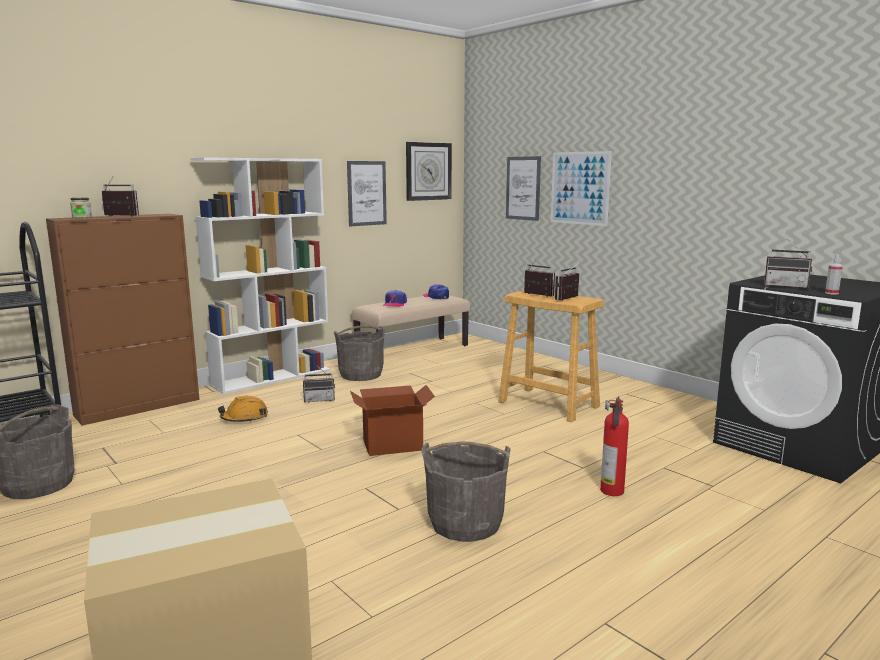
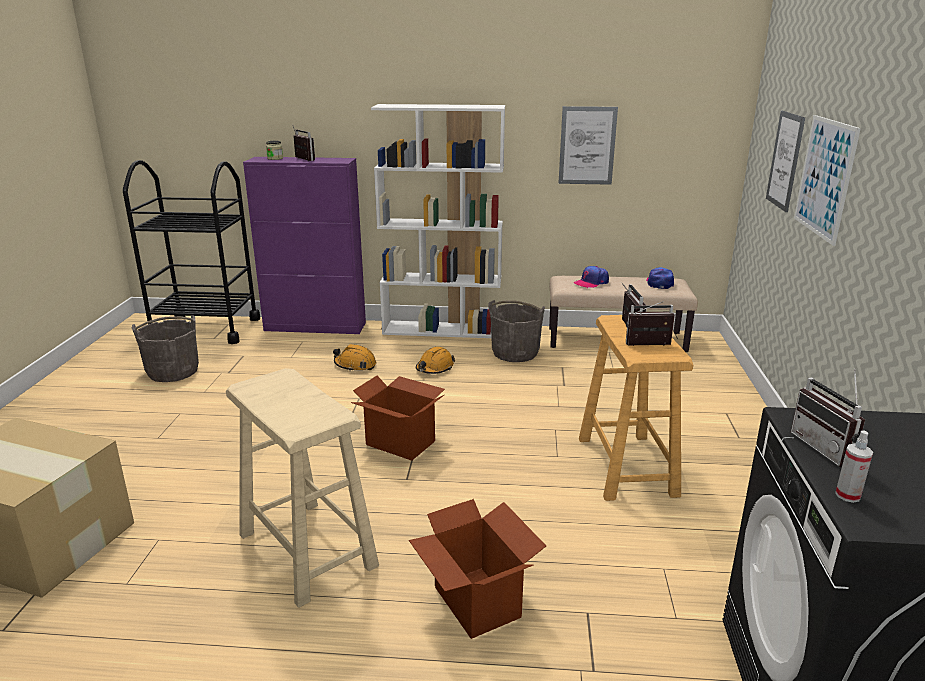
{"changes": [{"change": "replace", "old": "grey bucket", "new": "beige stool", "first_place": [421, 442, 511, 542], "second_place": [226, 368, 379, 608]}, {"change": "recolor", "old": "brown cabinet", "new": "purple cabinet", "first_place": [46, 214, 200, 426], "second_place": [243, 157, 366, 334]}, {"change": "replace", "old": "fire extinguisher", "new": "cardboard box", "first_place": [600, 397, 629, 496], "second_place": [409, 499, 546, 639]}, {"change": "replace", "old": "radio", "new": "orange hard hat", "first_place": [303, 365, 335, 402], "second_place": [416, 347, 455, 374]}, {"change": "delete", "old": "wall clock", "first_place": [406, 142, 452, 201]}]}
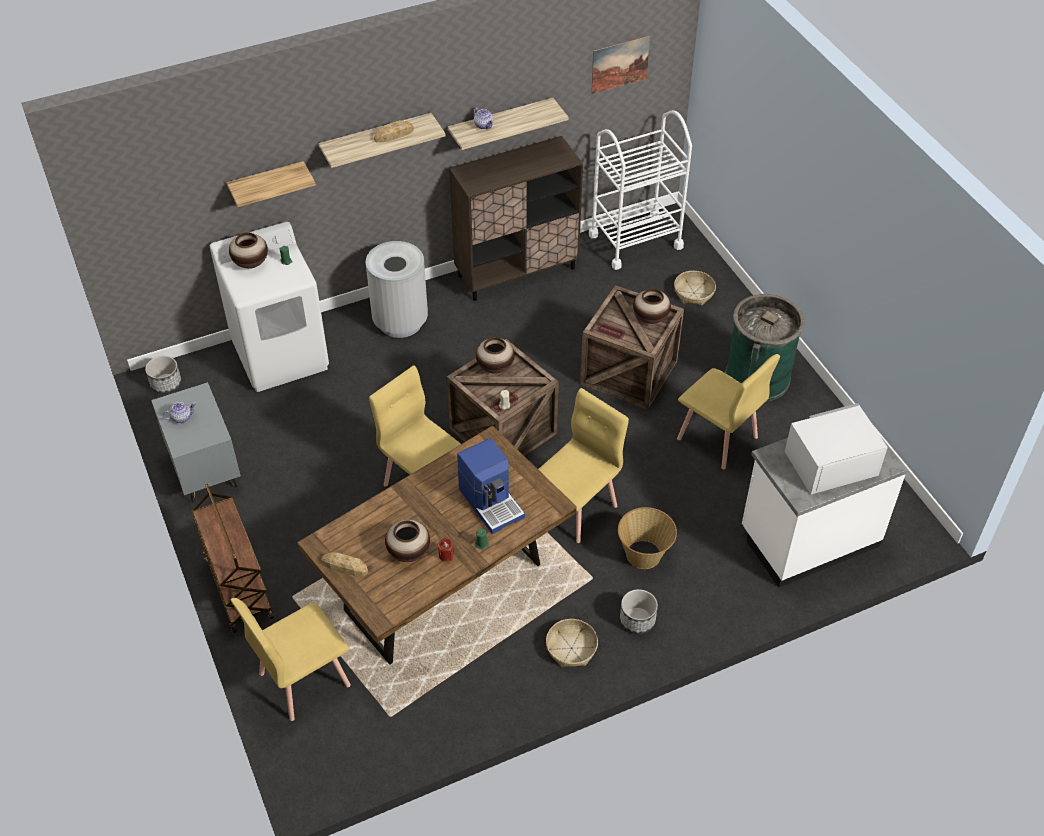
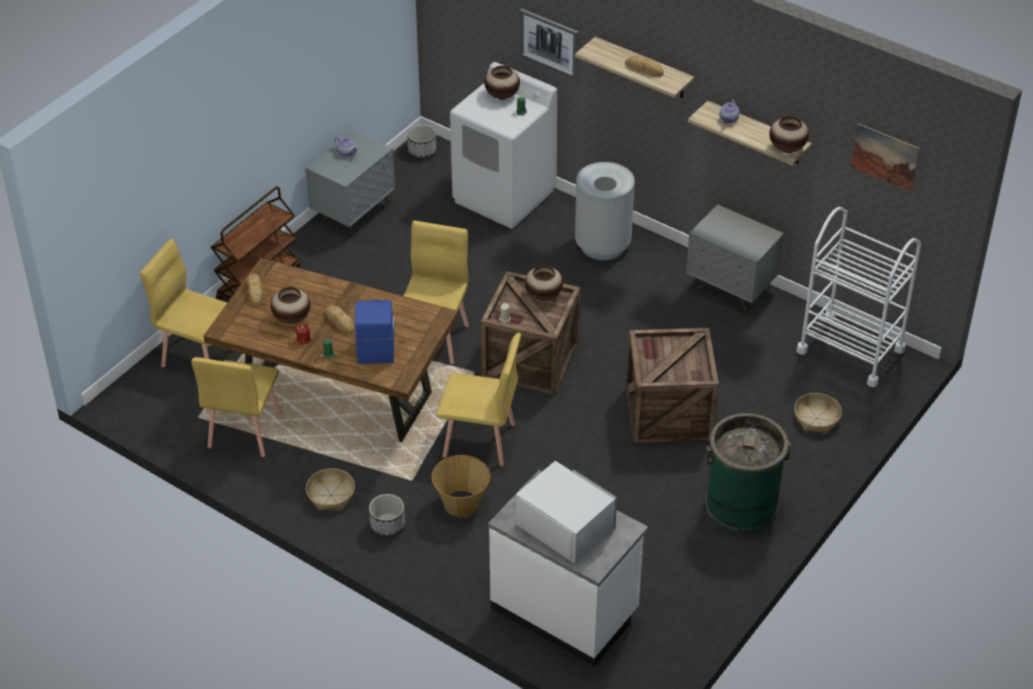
{"changes": [{"change": "move", "old": "yellow chair", "first_place": [677, 354, 780, 469], "second_place": [191, 357, 282, 457]}, {"change": "insert", "new": "bread", "second_place": [325, 305, 354, 334]}, {"change": "rotate", "old": "coffee machine", "first_place": [457, 438, 525, 534], "second_place": [355, 299, 395, 364], "degrees": 150}, {"change": "replace", "old": "shelf", "new": "picture", "first_place": [227, 161, 316, 207], "second_place": [520, 8, 578, 80]}, {"change": "replace", "old": "brown cabinet", "new": "grey nightstand", "first_place": [449, 136, 583, 301], "second_place": [686, 204, 784, 313]}, {"change": "move", "old": "vase", "first_place": [633, 289, 671, 324], "second_place": [769, 116, 809, 153]}]}
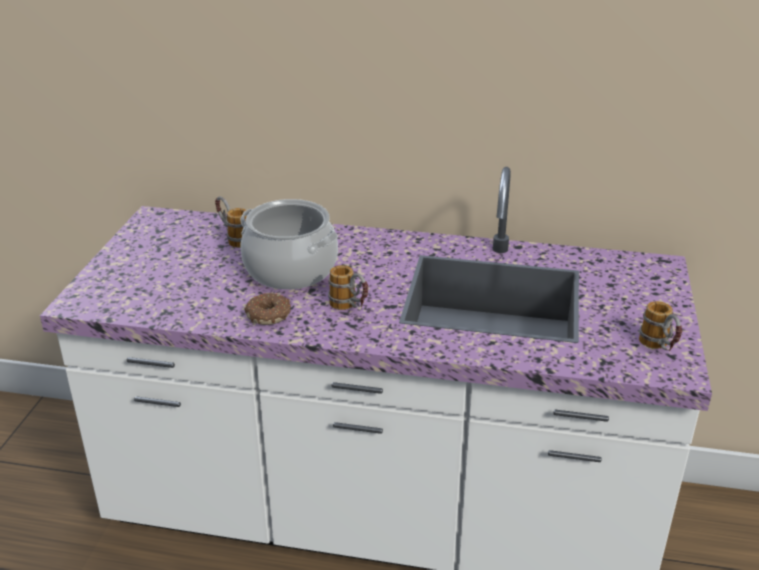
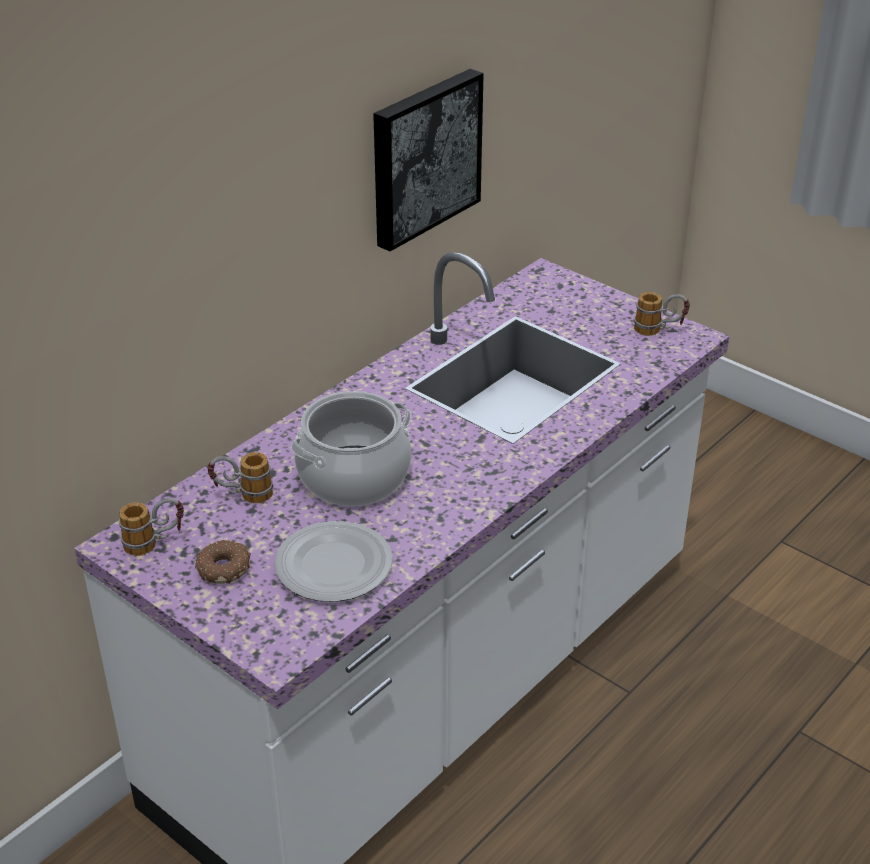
{"changes": [{"change": "move", "old": "mug", "first_place": [328, 265, 368, 310], "second_place": [119, 498, 184, 556]}, {"change": "move", "old": "donut", "first_place": [244, 293, 291, 325], "second_place": [195, 540, 251, 584]}, {"change": "insert", "new": "plate", "second_place": [274, 521, 393, 602]}, {"change": "insert", "new": "picture", "second_place": [373, 69, 484, 251]}]}
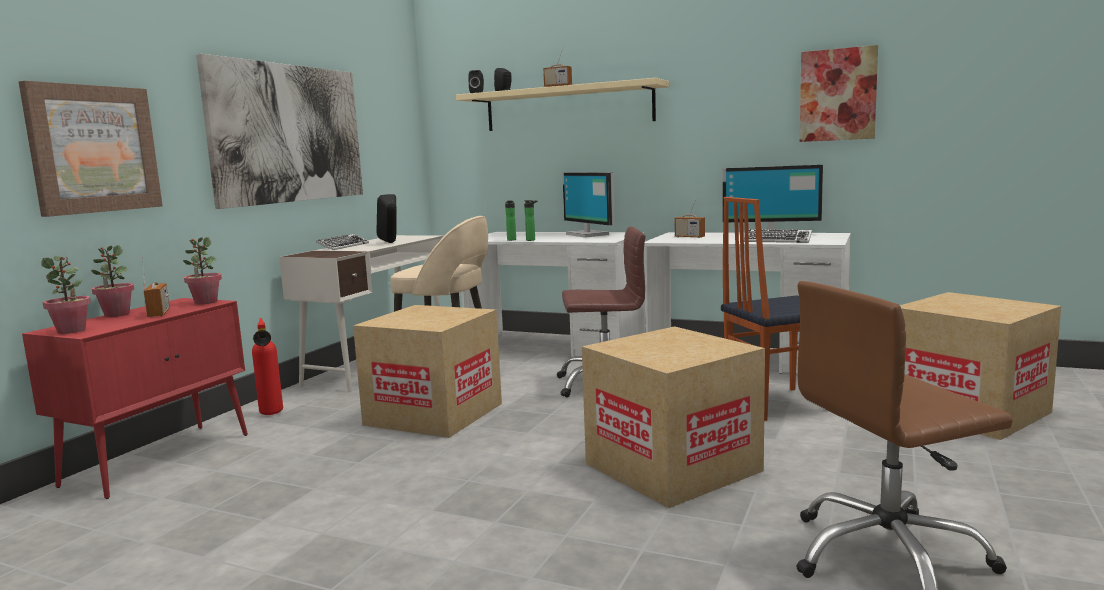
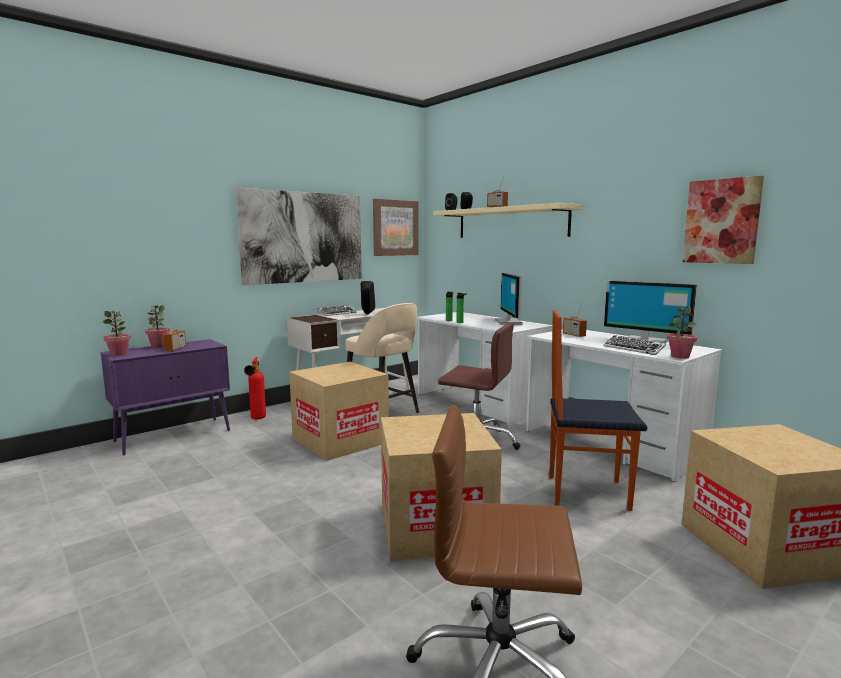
{"changes": [{"change": "recolor", "old": "red cabinet", "new": "purple cabinet", "first_place": [22, 298, 248, 499], "second_place": [101, 339, 230, 455]}, {"change": "move", "old": "picture", "first_place": [19, 81, 163, 217], "second_place": [373, 199, 419, 256]}, {"change": "move", "old": "potted plant", "first_place": [183, 237, 222, 305], "second_place": [667, 306, 697, 359]}]}
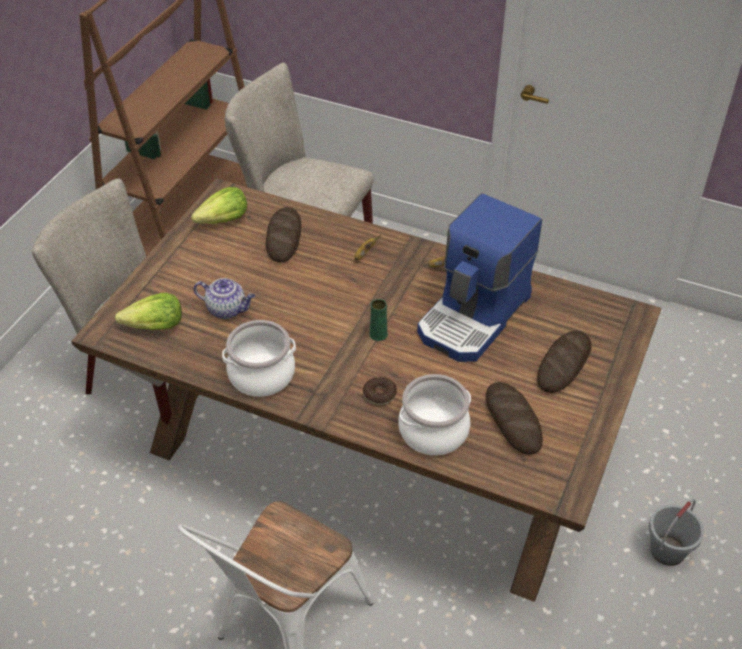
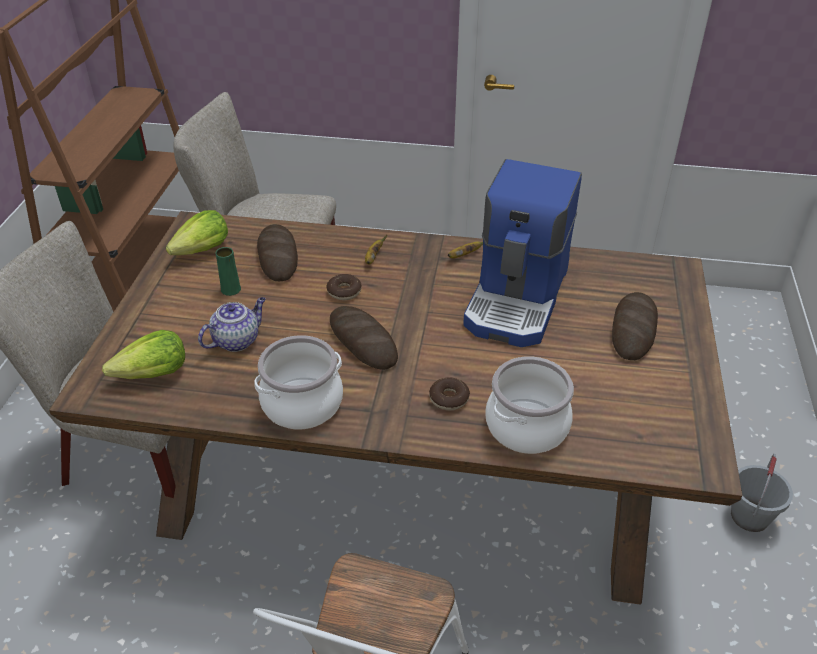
{"changes": [{"change": "rotate", "old": "teapot", "first_place": [194, 278, 255, 319], "second_place": [198, 297, 266, 352], "degrees": -45}, {"change": "move", "old": "green vase", "first_place": [369, 299, 388, 341], "second_place": [216, 247, 241, 296]}, {"change": "insert", "new": "donut", "second_place": [326, 274, 362, 300]}, {"change": "move", "old": "bread", "first_place": [486, 382, 543, 455], "second_place": [330, 306, 398, 370]}]}
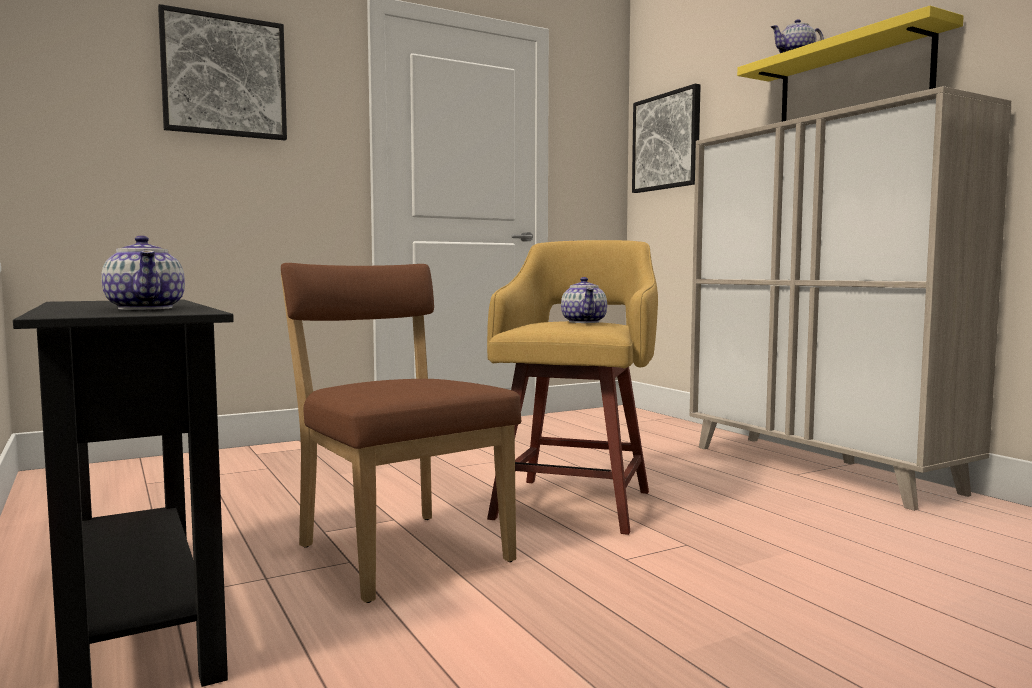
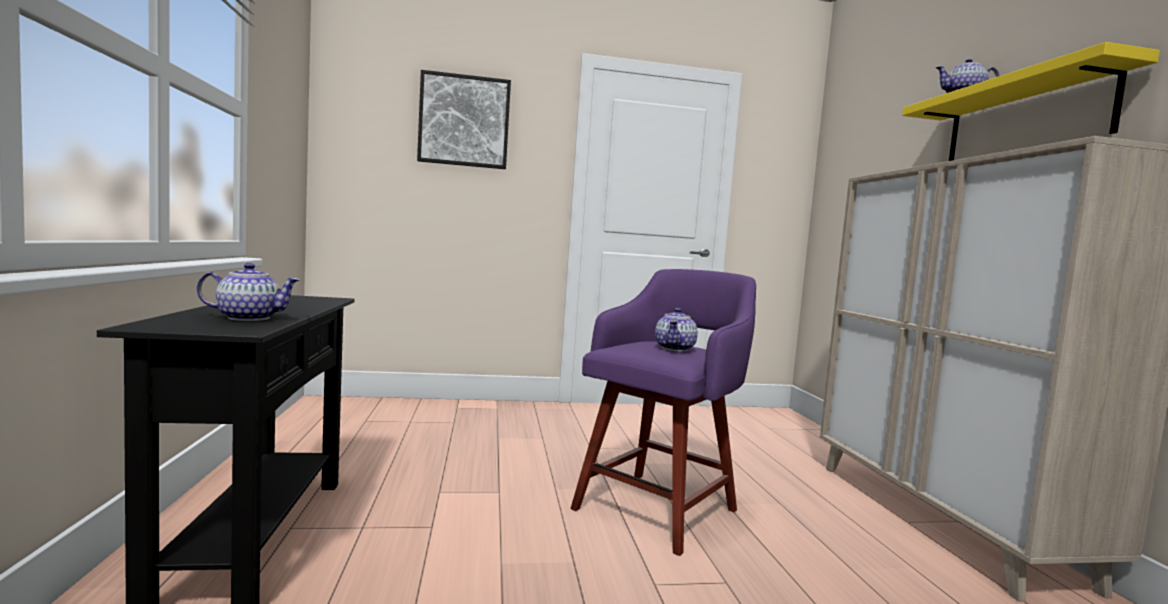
{"changes": [{"change": "rotate", "old": "teapot", "first_place": [101, 236, 185, 310], "second_place": [197, 263, 300, 321], "degrees": -90}, {"change": "recolor", "old": "yellow stool", "new": "purple stool", "first_place": [487, 240, 658, 535], "second_place": [571, 269, 756, 556]}, {"change": "delete", "old": "brown chair", "first_place": [281, 263, 521, 603]}, {"change": "delete", "old": "picture", "first_place": [632, 84, 701, 193]}]}
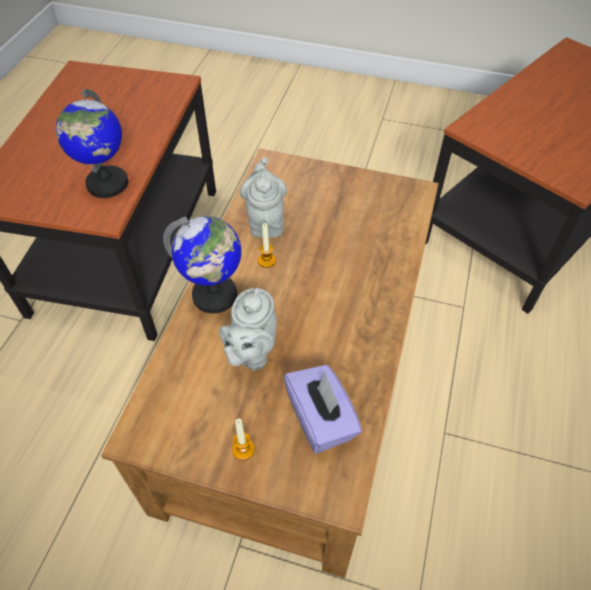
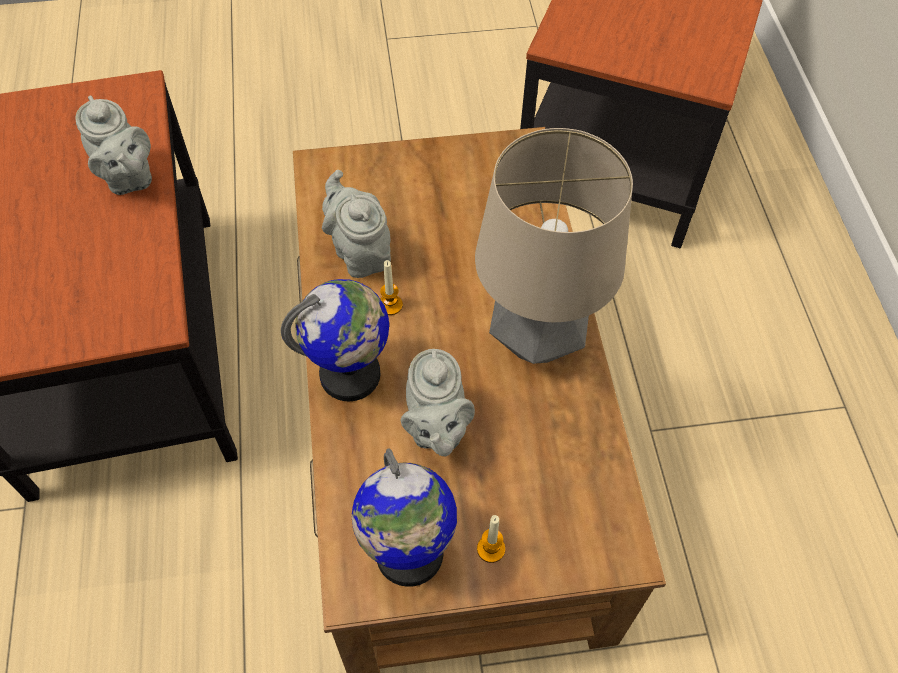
{"changes": [{"change": "insert", "new": "grey teapot", "second_place": [75, 95, 152, 195]}, {"change": "move", "old": "globe", "first_place": [56, 89, 128, 198], "second_place": [352, 448, 457, 587]}, {"change": "insert", "new": "table lamp", "second_place": [475, 128, 633, 364]}, {"change": "delete", "old": "purple tissue box", "first_place": [283, 365, 362, 454]}]}
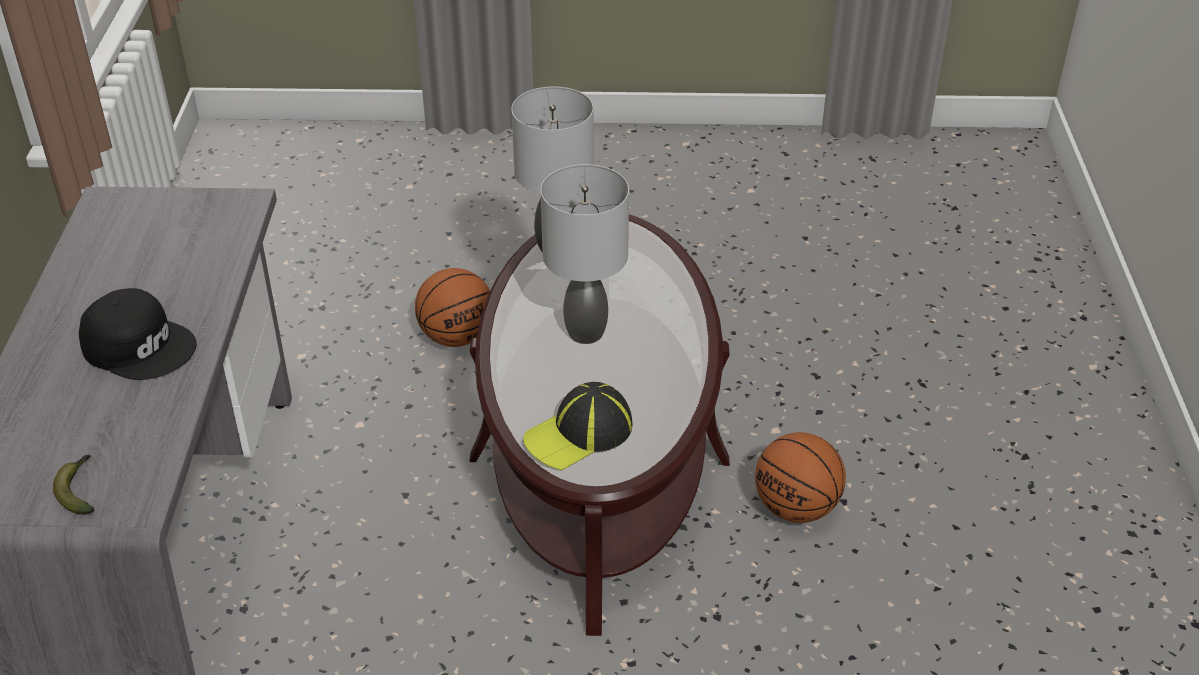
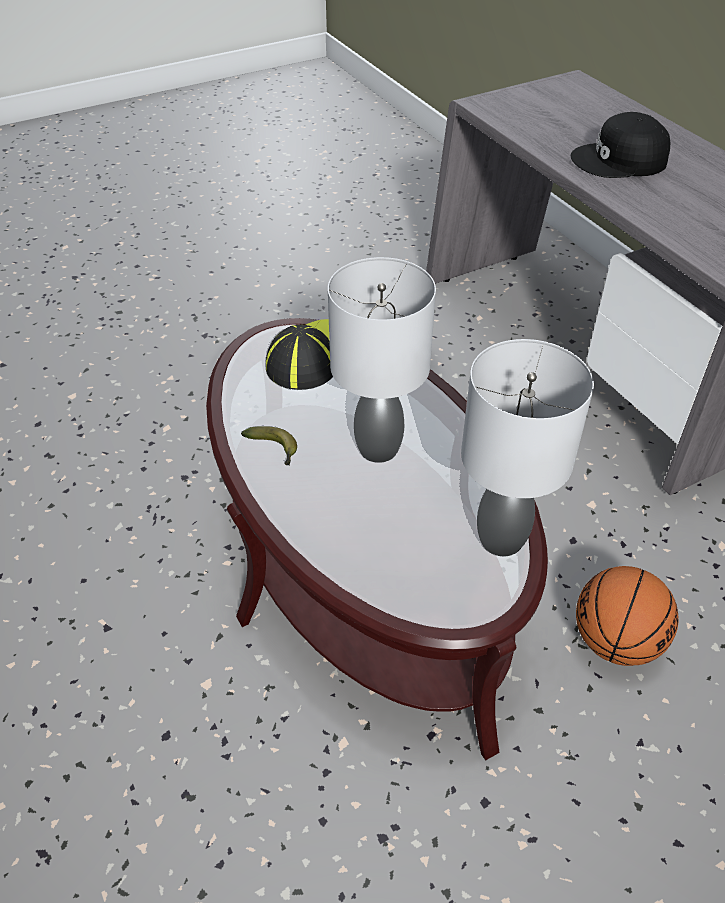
{"changes": [{"change": "move", "old": "banana", "first_place": [53, 455, 94, 515], "second_place": [241, 426, 297, 466]}, {"change": "delete", "old": "basketball", "first_place": [755, 432, 846, 523]}]}
